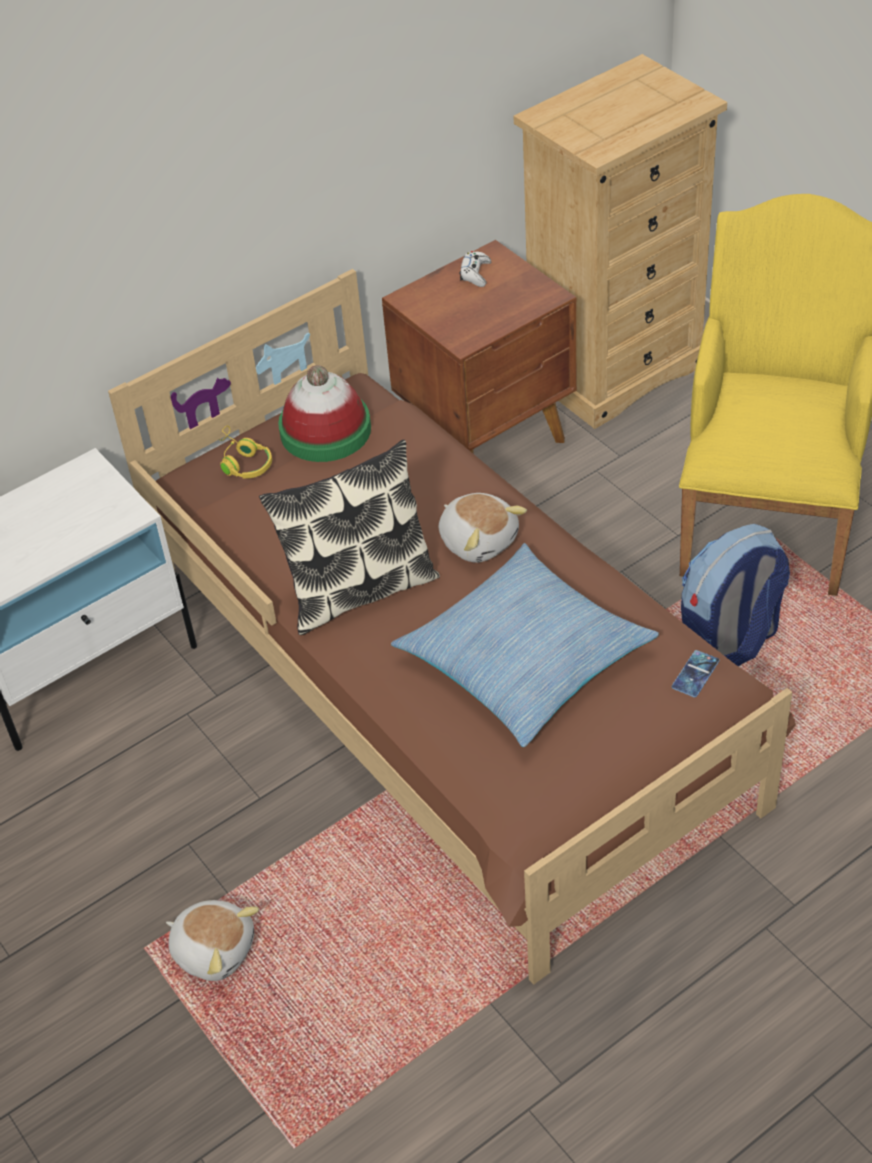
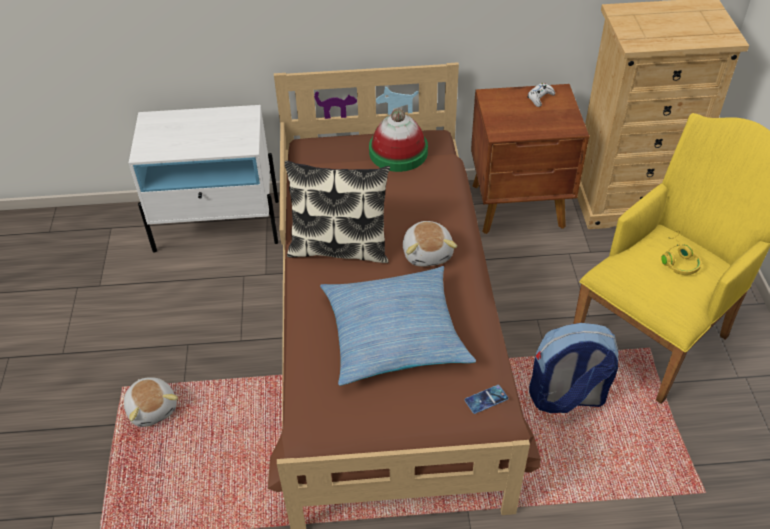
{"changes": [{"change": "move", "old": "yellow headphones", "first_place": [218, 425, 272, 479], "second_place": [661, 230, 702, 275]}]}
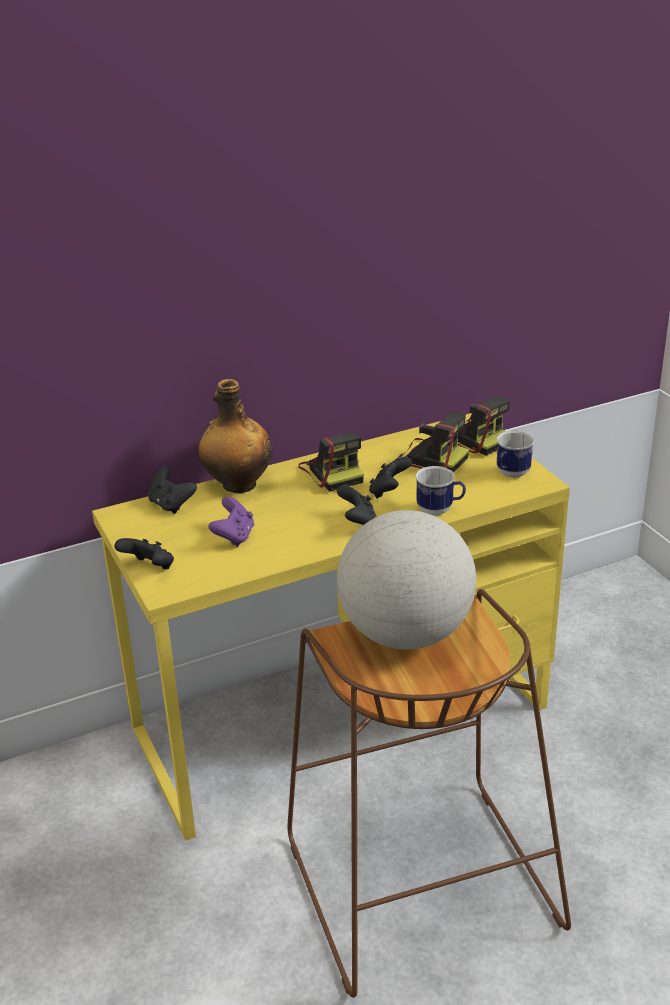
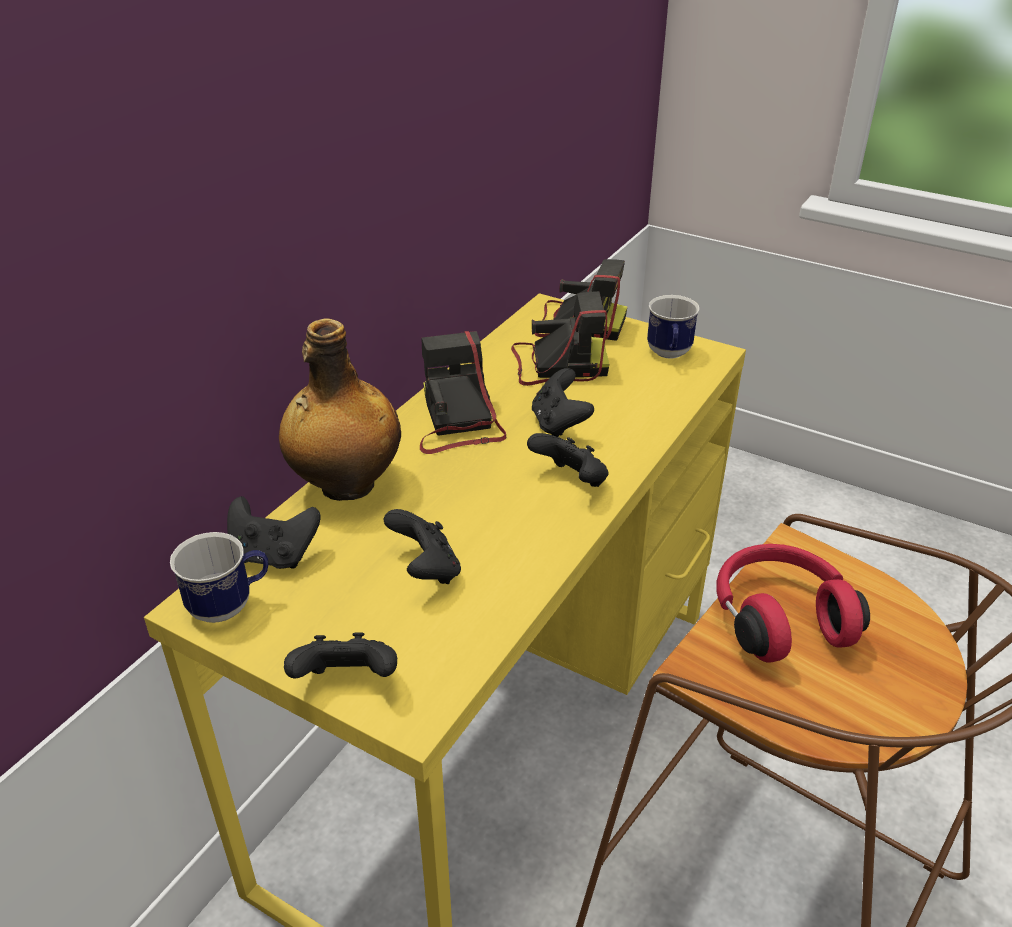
{"changes": [{"change": "move", "old": "mug", "first_place": [416, 466, 466, 516], "second_place": [170, 532, 268, 623]}, {"change": "recolor", "old": "purple game controller", "new": "black game controller", "first_place": [209, 497, 254, 547], "second_place": [384, 509, 461, 584]}, {"change": "rotate", "old": "photo camera", "first_place": [298, 432, 364, 491], "second_place": [420, 331, 506, 454], "degrees": -135}, {"change": "replace", "old": "globe", "new": "red headphones", "first_place": [337, 510, 476, 650], "second_place": [716, 544, 870, 663]}]}
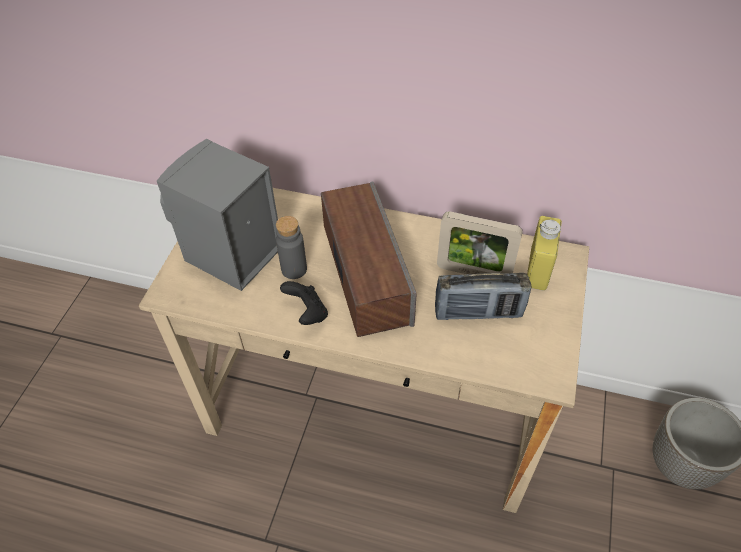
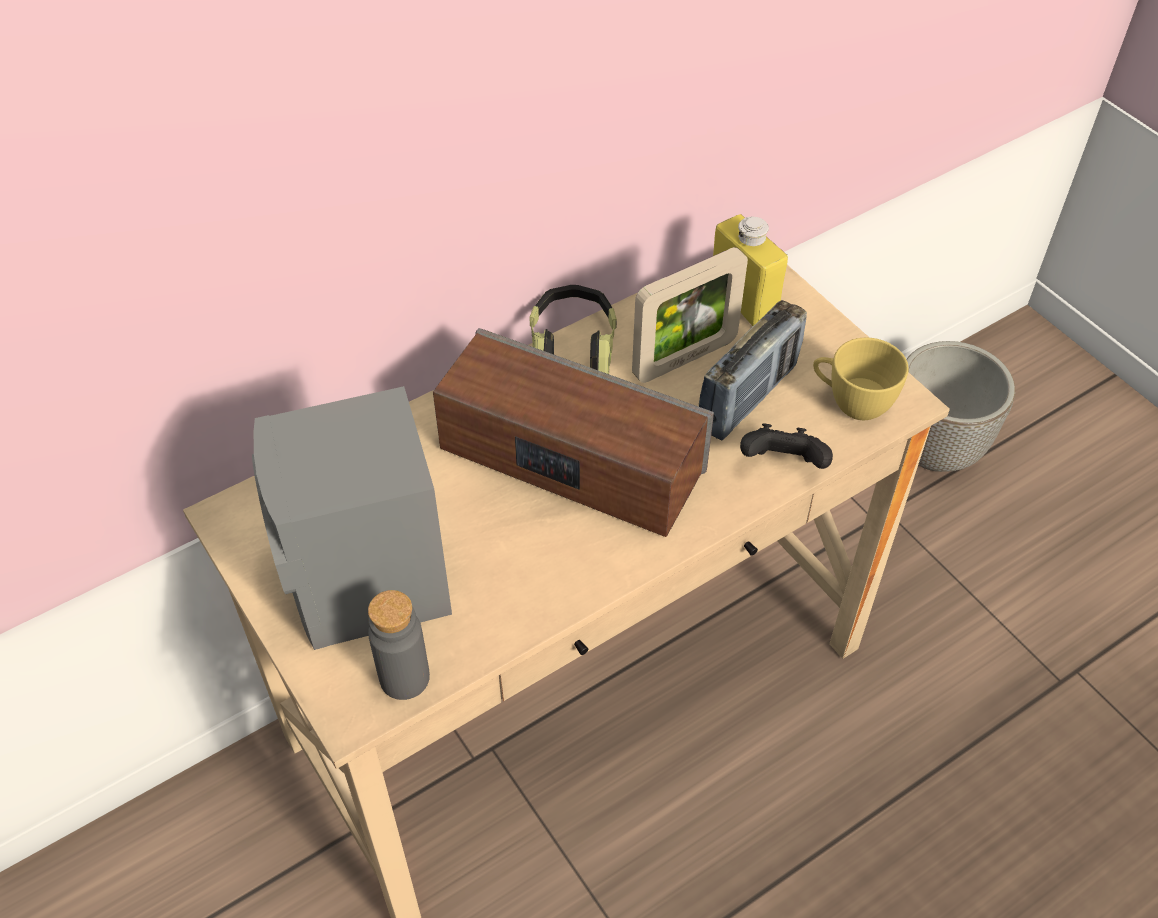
{"changes": [{"change": "move", "old": "grey bottle", "first_place": [276, 216, 307, 279], "second_place": [368, 590, 430, 700]}, {"change": "insert", "new": "headphones", "second_place": [529, 285, 617, 374]}, {"change": "move", "old": "black game controller", "first_place": [280, 281, 328, 325], "second_place": [740, 423, 833, 469]}, {"change": "insert", "new": "yellow cup", "second_place": [813, 338, 909, 420]}]}
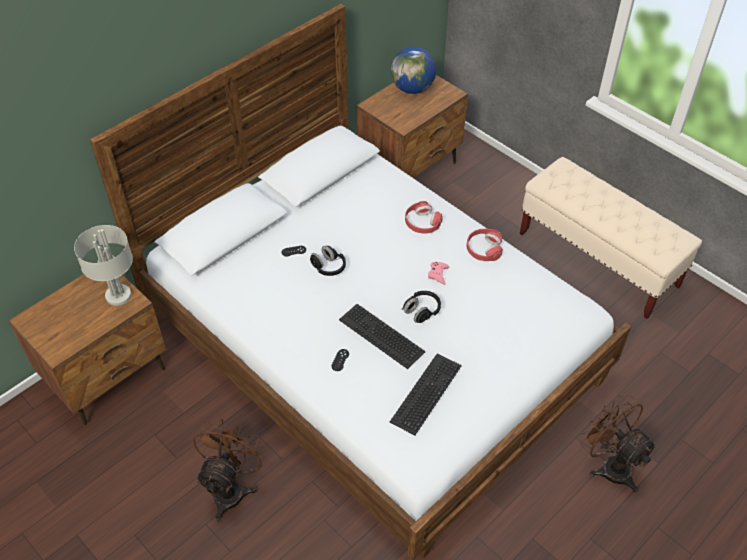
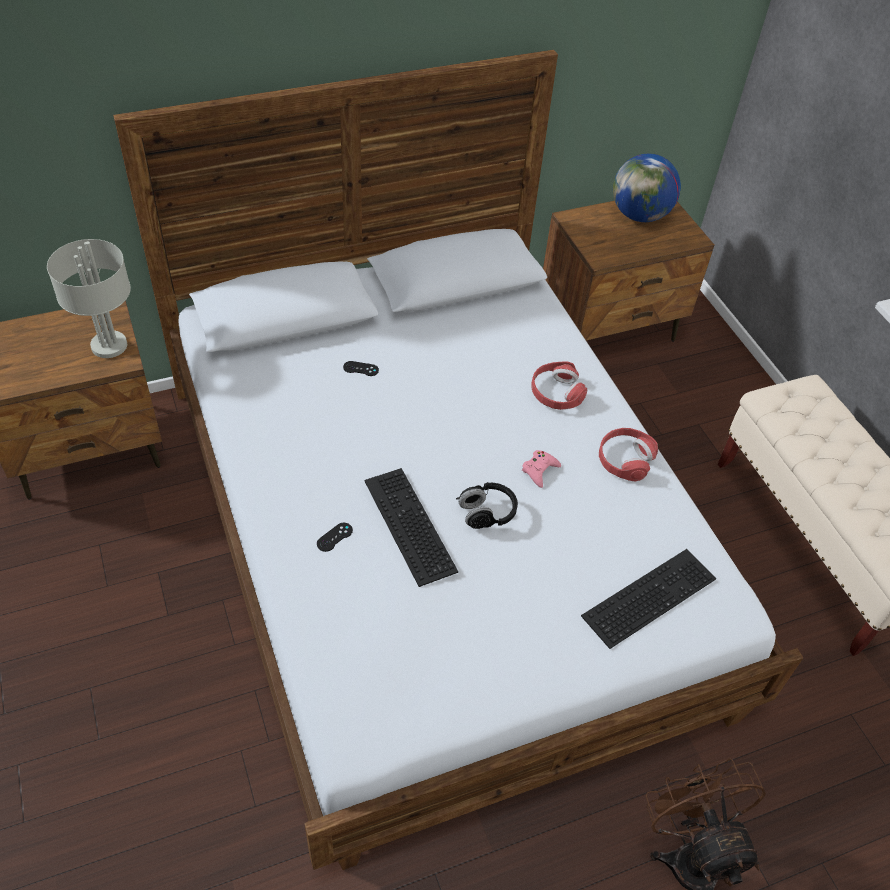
{"changes": [{"change": "move", "old": "keyboard", "first_place": [390, 354, 462, 435], "second_place": [581, 549, 716, 649]}, {"change": "delete", "old": "brown fan", "first_place": [193, 419, 267, 522]}, {"change": "delete", "old": "black headphones", "first_place": [310, 246, 346, 276]}]}
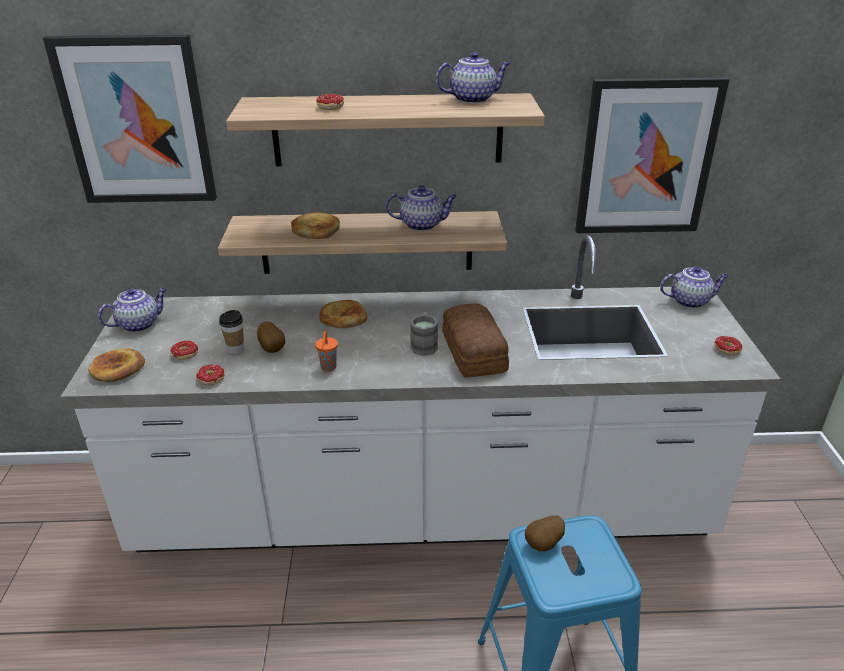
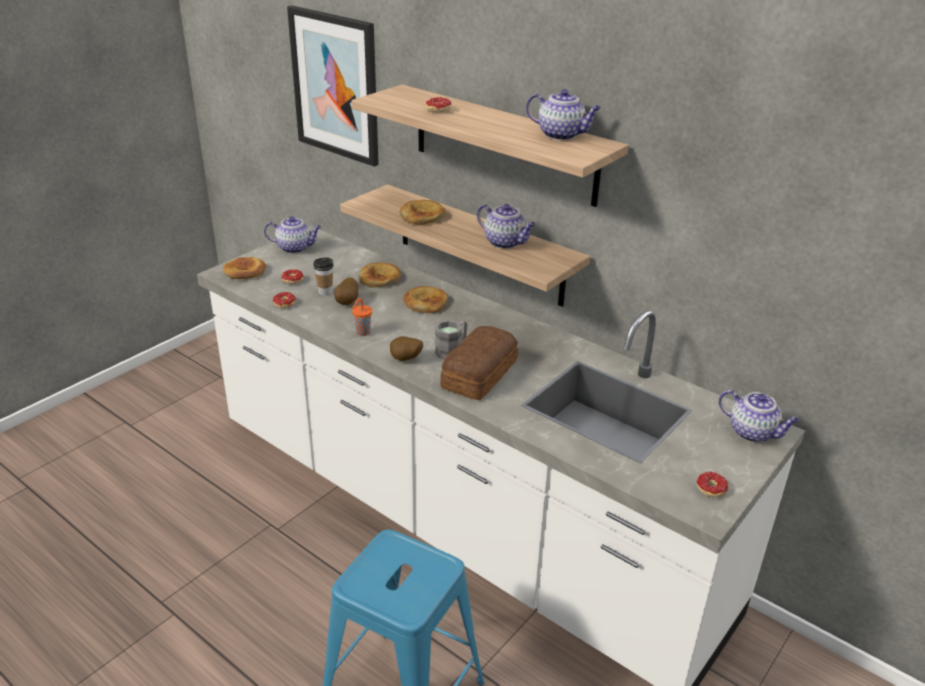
{"changes": [{"change": "insert", "new": "bread", "second_place": [359, 263, 401, 287]}, {"change": "move", "old": "potato", "first_place": [525, 516, 565, 551], "second_place": [390, 336, 423, 361]}, {"change": "delete", "old": "picture", "first_place": [575, 77, 729, 233]}]}
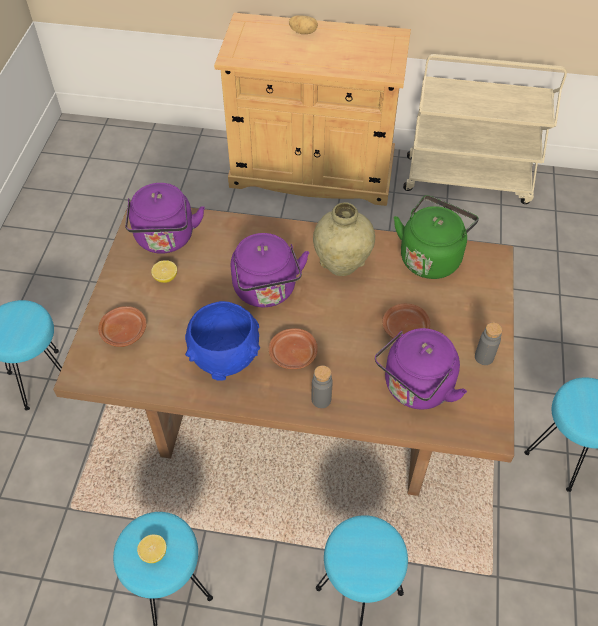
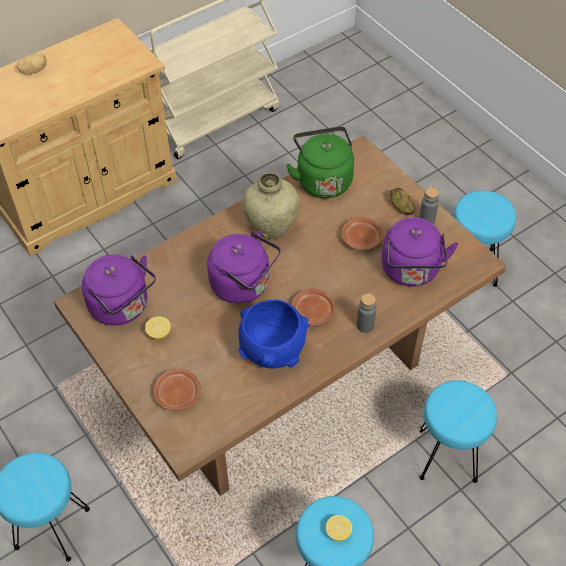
{"changes": [{"change": "insert", "new": "potato", "second_place": [390, 188, 415, 215]}]}
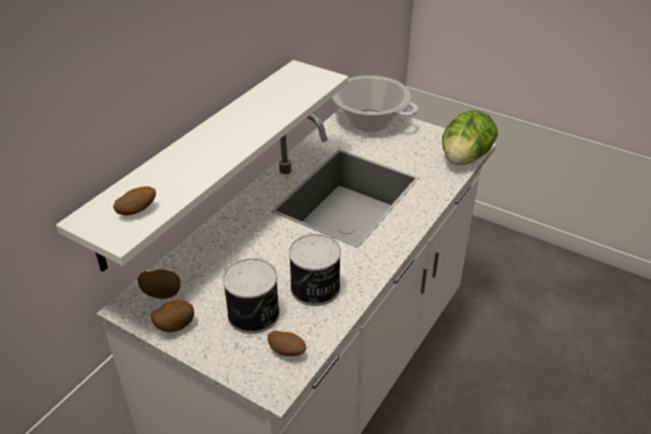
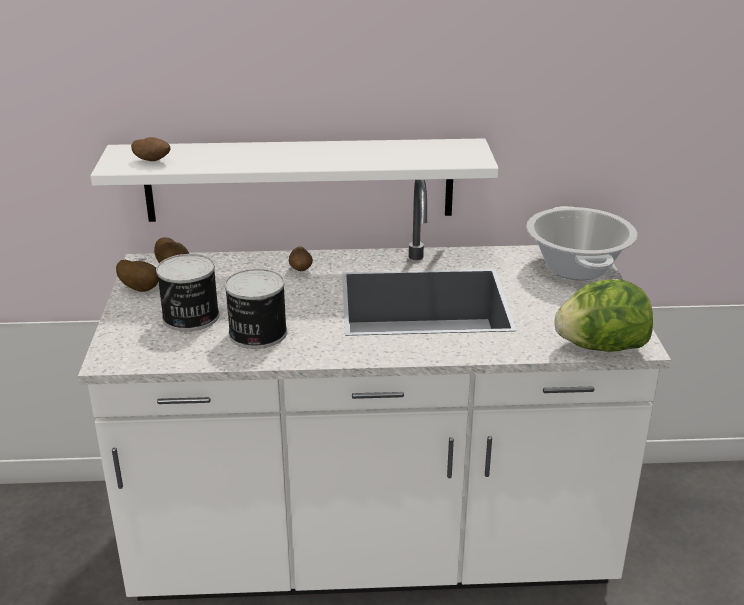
{"changes": [{"change": "move", "old": "potato", "first_place": [268, 331, 306, 356], "second_place": [289, 246, 313, 271]}]}
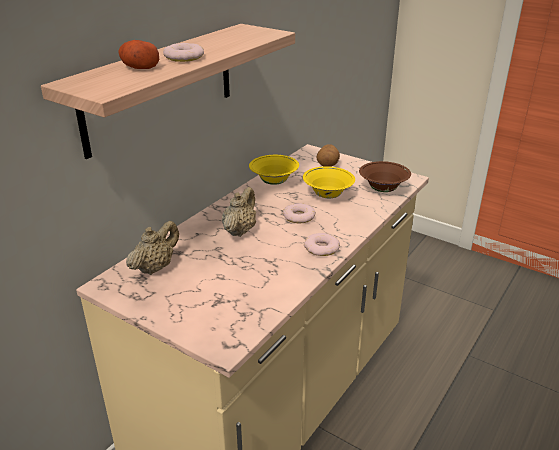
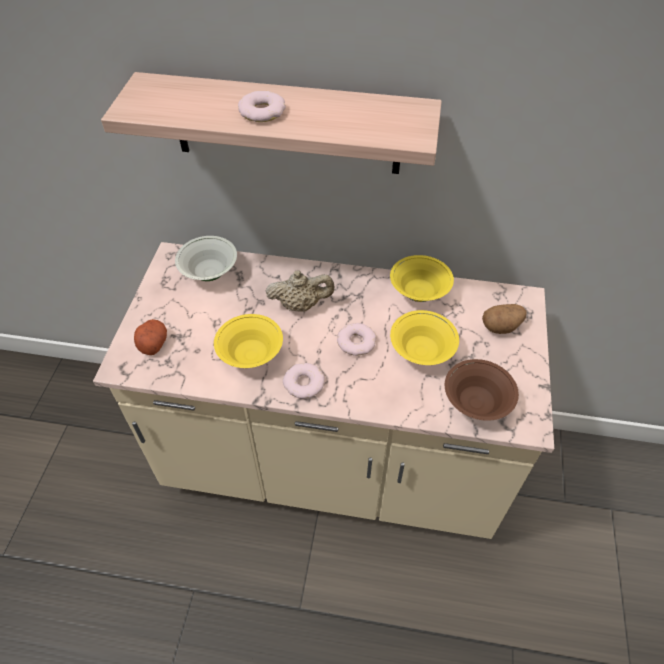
{"changes": [{"change": "move", "old": "potato", "first_place": [118, 40, 159, 69], "second_place": [134, 319, 167, 355]}, {"change": "replace", "old": "beige teapot", "new": "white bowl", "first_place": [126, 221, 179, 275], "second_place": [175, 236, 237, 281]}, {"change": "insert", "new": "yellow bowl", "second_place": [214, 314, 283, 368]}]}
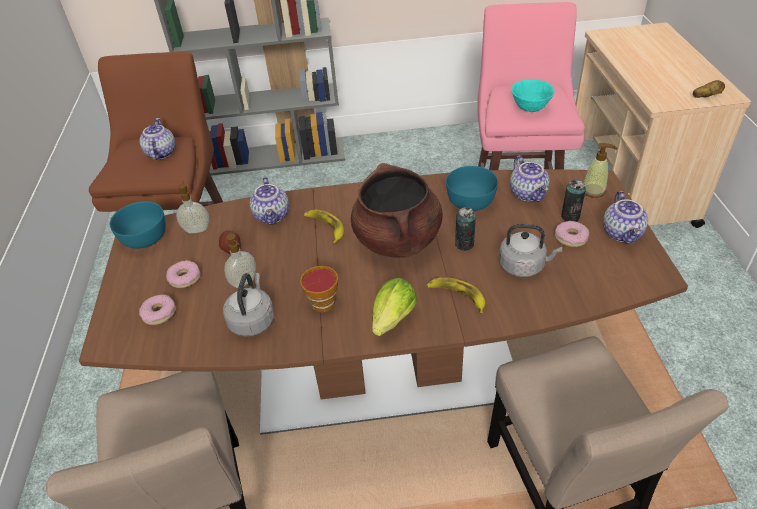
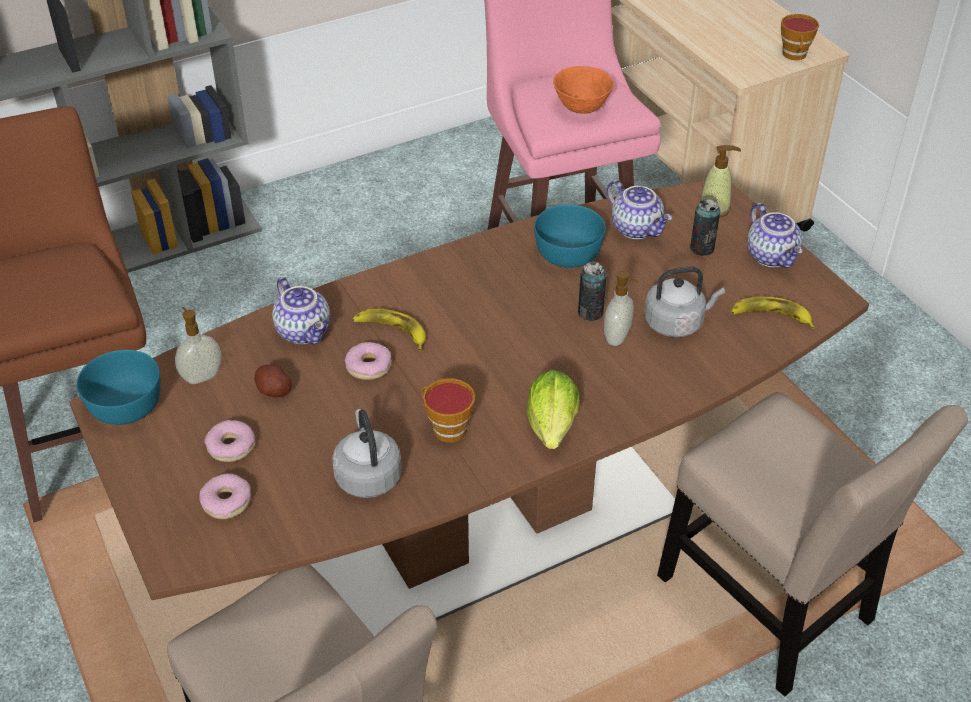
{"changes": [{"change": "move", "old": "donut", "first_place": [555, 221, 589, 247], "second_place": [345, 342, 392, 380]}, {"change": "recolor", "old": "turquoise bowl", "new": "orange bowl", "first_place": [511, 79, 554, 112], "second_place": [553, 66, 614, 114]}, {"change": "move", "old": "soap dispenser", "first_place": [224, 234, 256, 288], "second_place": [604, 270, 638, 346]}, {"change": "move", "old": "banana", "first_place": [426, 277, 485, 314], "second_place": [731, 296, 815, 329]}, {"change": "replace", "old": "potato", "new": "cup", "first_place": [693, 80, 725, 98], "second_place": [781, 14, 819, 60]}, {"change": "delete", "old": "teapot", "first_place": [140, 118, 176, 160]}, {"change": "delete", "old": "brown cooking pot", "first_place": [351, 163, 443, 258]}]}
